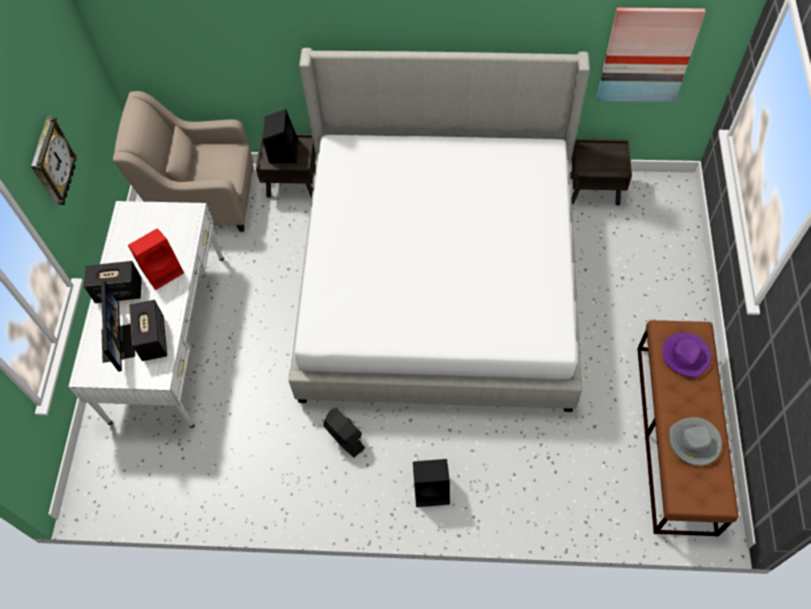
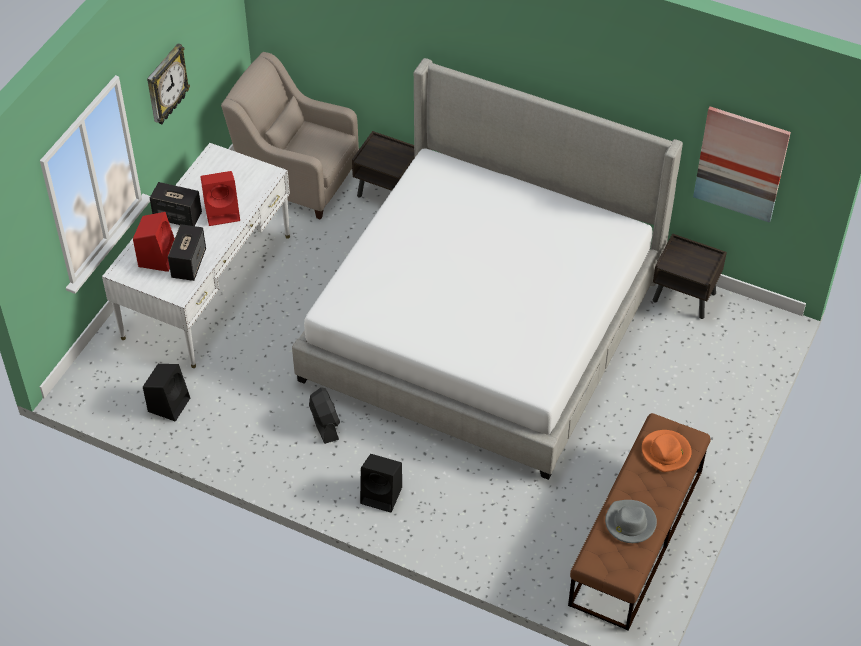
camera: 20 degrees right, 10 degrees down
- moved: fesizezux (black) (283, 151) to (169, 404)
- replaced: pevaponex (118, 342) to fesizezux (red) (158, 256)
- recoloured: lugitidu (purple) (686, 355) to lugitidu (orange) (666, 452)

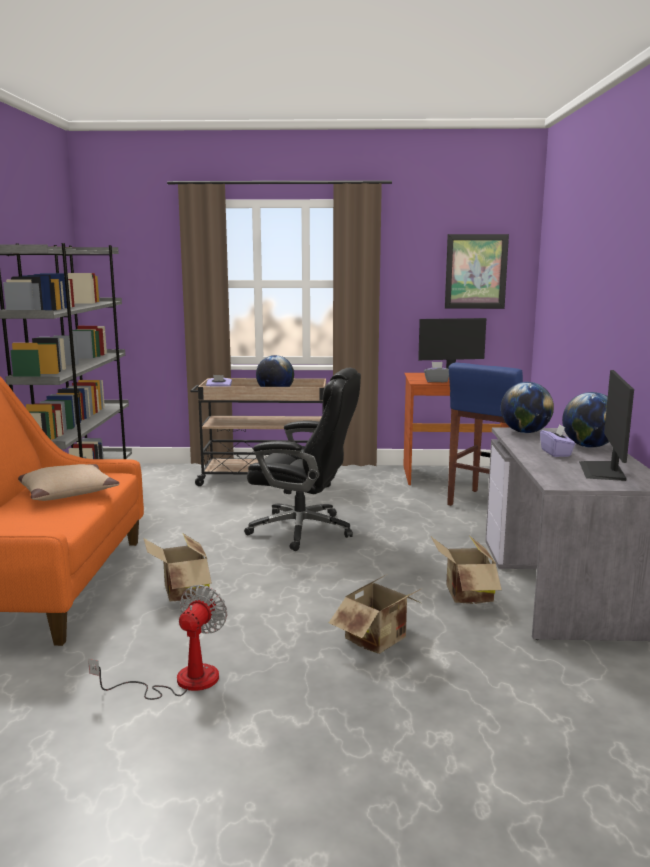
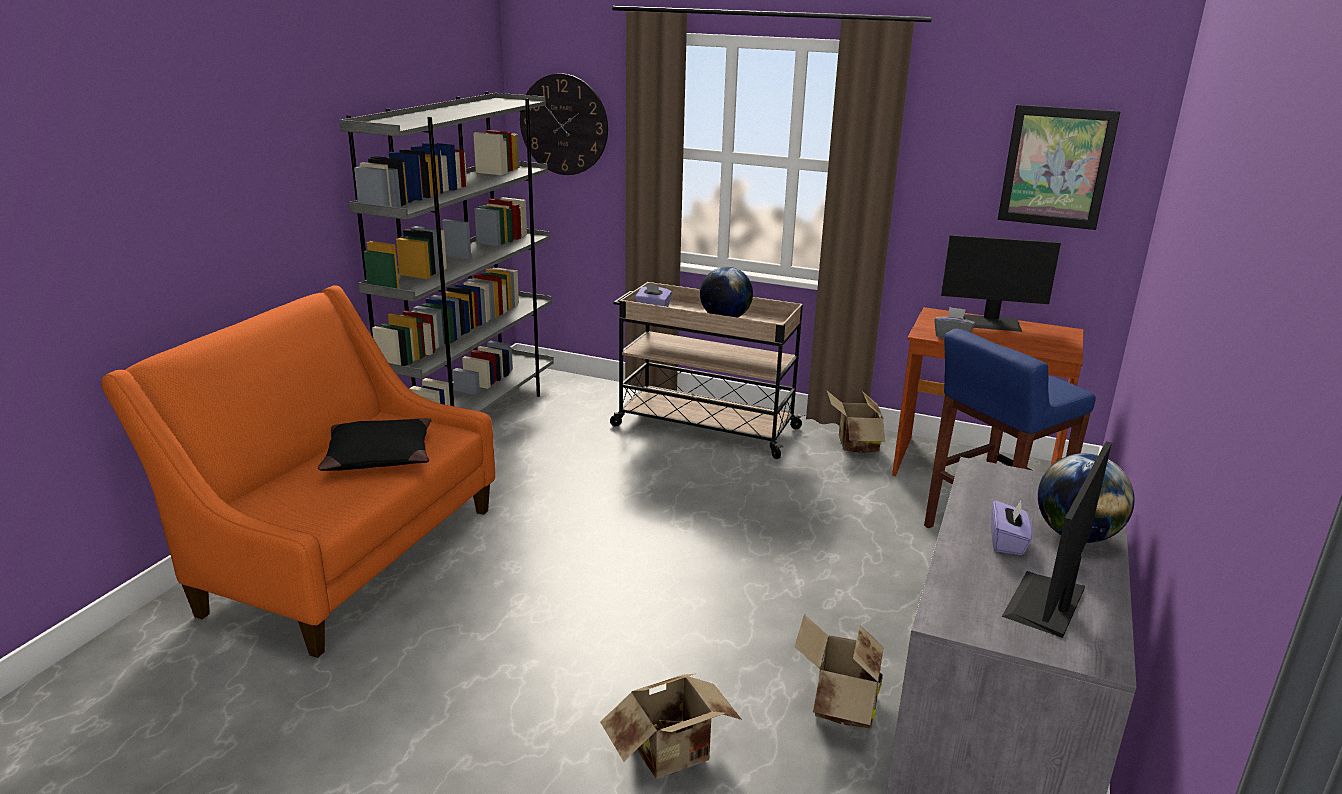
camera: 20 degrees right, 10 degrees up
- removed: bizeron (181, 681)
- removed: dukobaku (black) (303, 530)
- removed: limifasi (525, 432)
- added: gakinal (564, 125)
- moved: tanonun (182, 593) to (854, 445)
- recoloured: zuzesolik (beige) (68, 492) to zuzesolik (black) (379, 456)

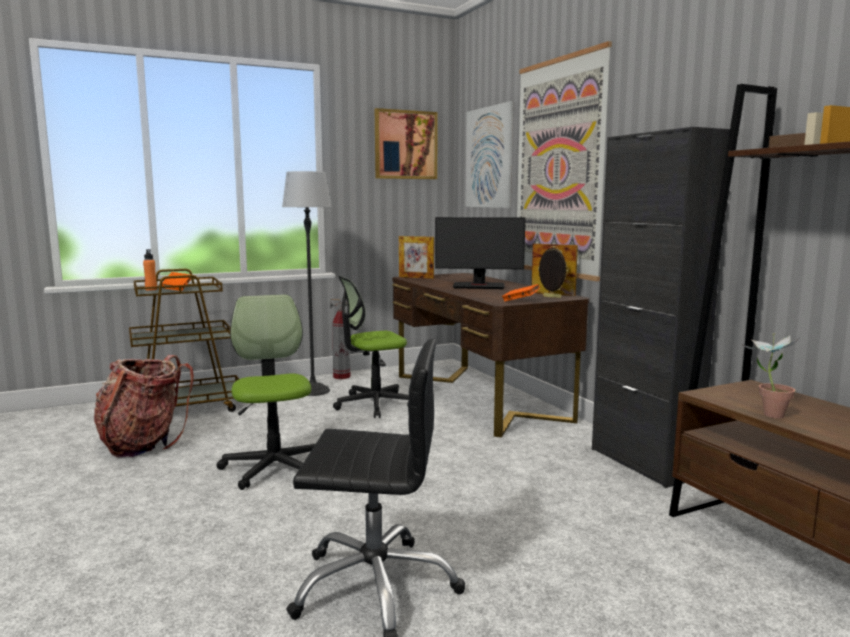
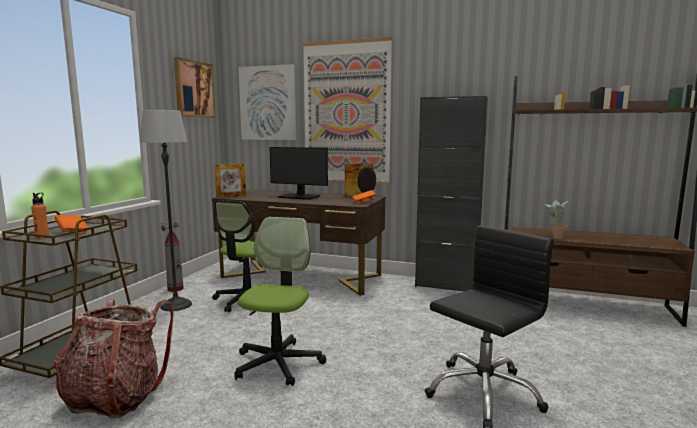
camera: 45 degrees left, 0 degrees up
- turned: dukobaku (274, 467) = (278, 363) 75 degrees clockwise
- turned: pevaponex (479, 286) = (299, 197) 60 degrees clockwise

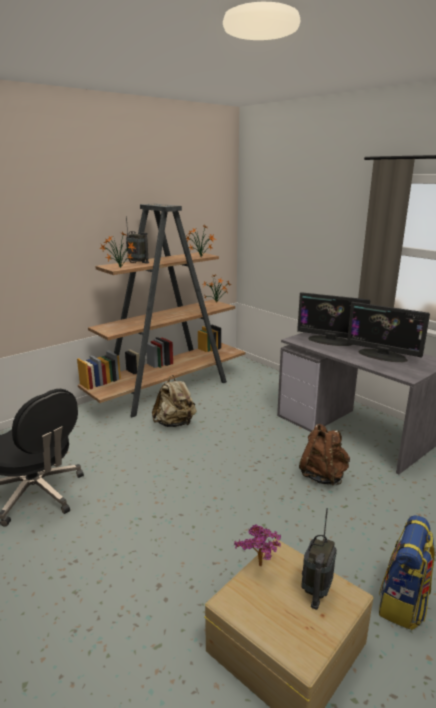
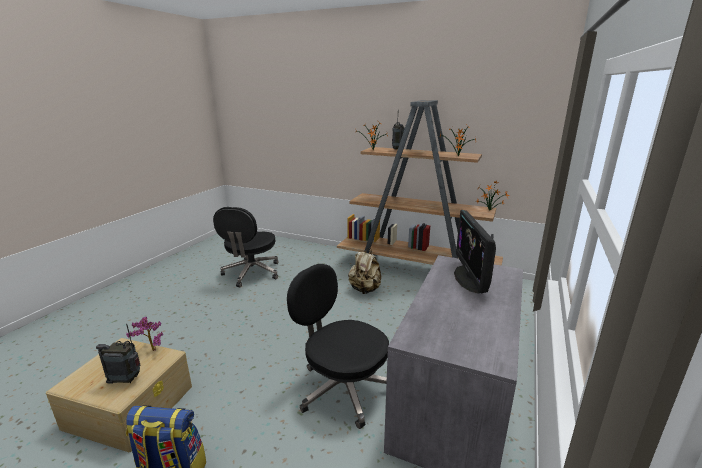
camera: 65 degrees right, 0 degrees up
- removed: pevaponex (382, 355)
- replaced: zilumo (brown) (323, 476) to dukobaku (black) (342, 388)

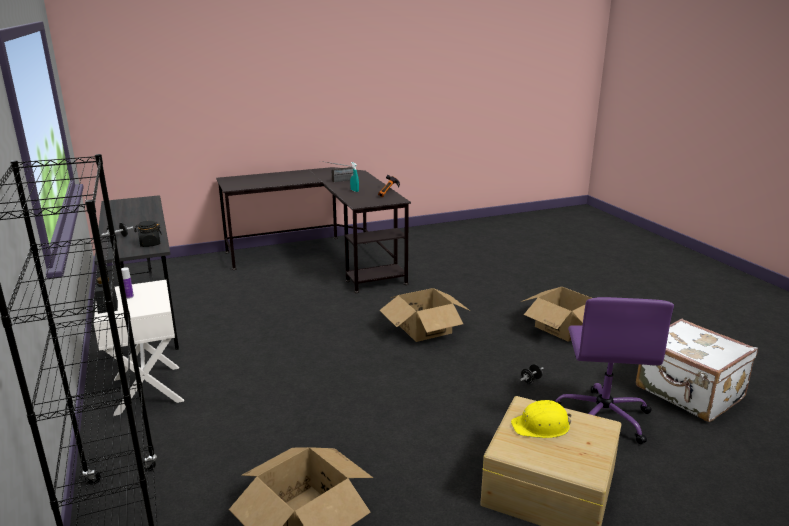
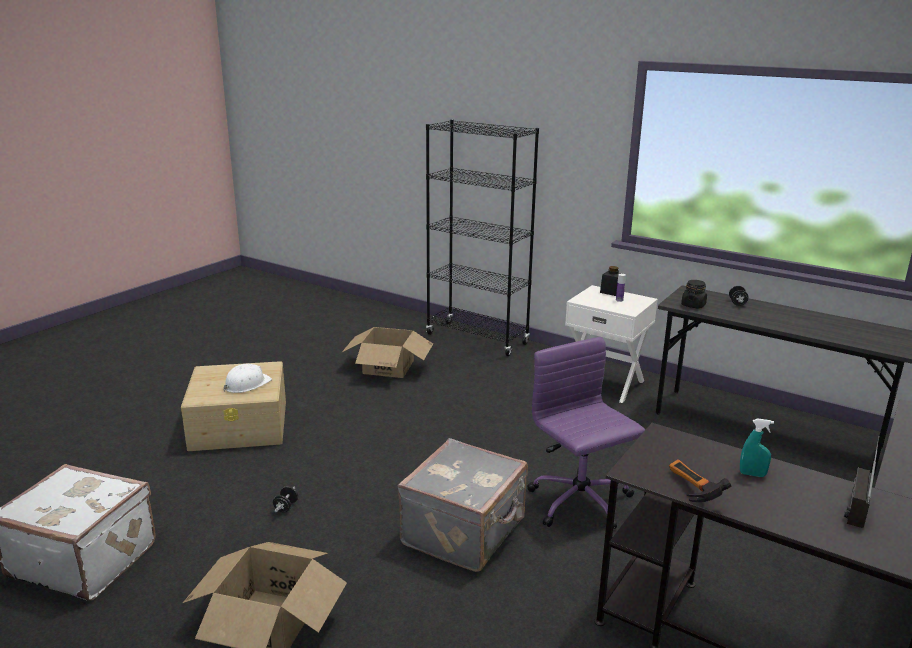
camera: 145 degrees right, 0 degrees up
- moved: dukobaku (purple) (602, 417) to (580, 503)
- replaced: tanonun (424, 328) to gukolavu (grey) (466, 532)
- recoloured: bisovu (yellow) (541, 426) to bisovu (white) (247, 384)

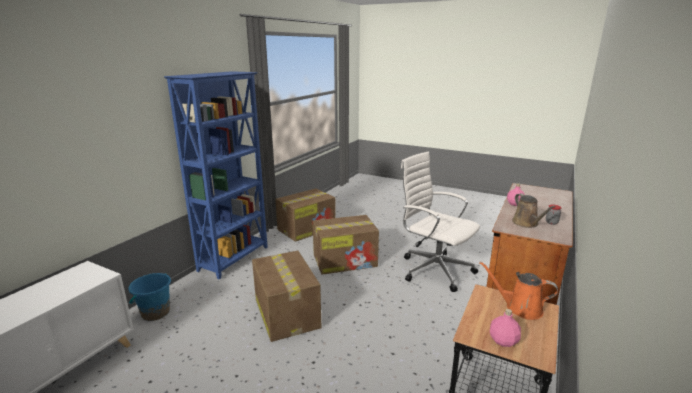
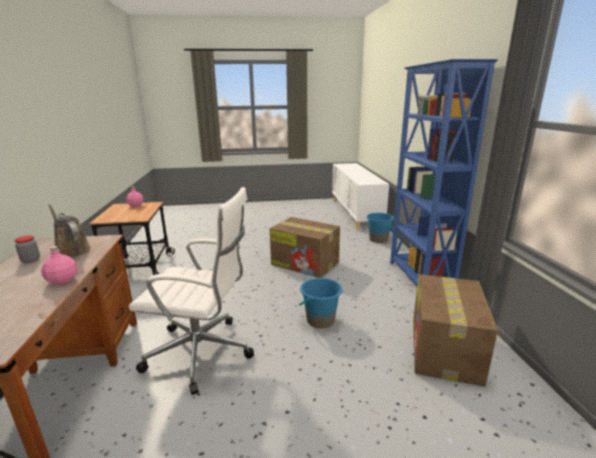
camera: 145 degrees right, 0 degrees up
- removed: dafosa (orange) (520, 308)
- replaced: tanonun (345, 260) to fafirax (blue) (320, 320)

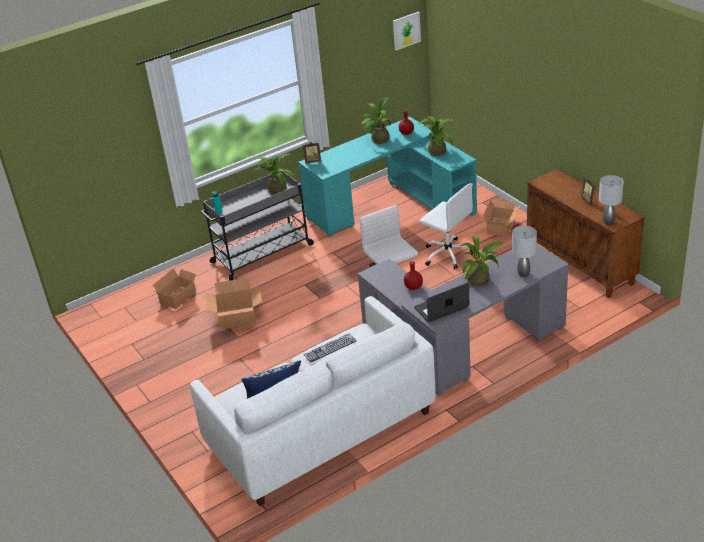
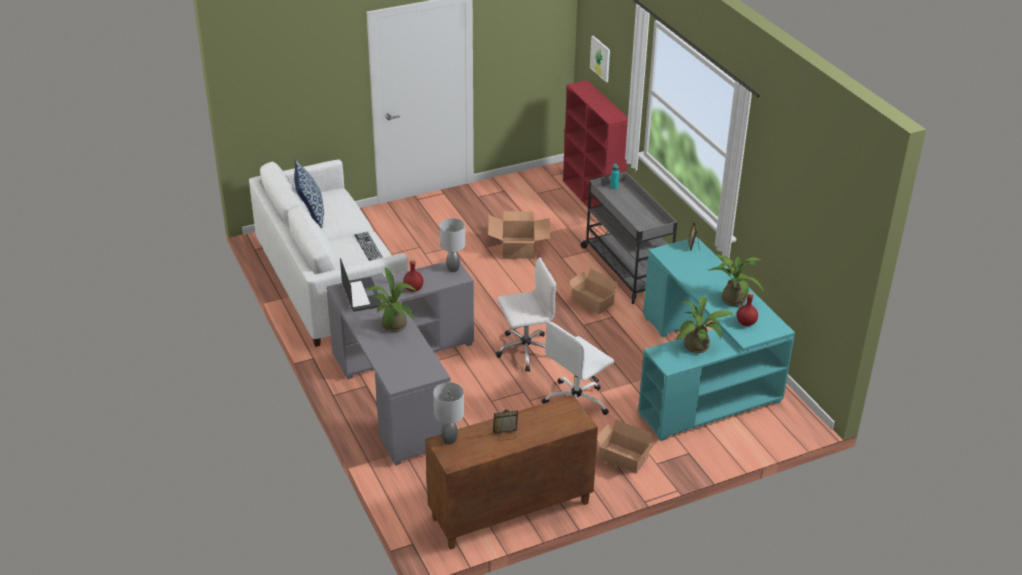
camera: 95 degrees right, 0 degrees up
- removed: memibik (276, 189)
- added: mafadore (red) (592, 199)
- moved: tanonun (179, 297) to (592, 303)
- moved: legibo (406, 30) to (600, 58)
- moved: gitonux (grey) (524, 274) to (452, 269)

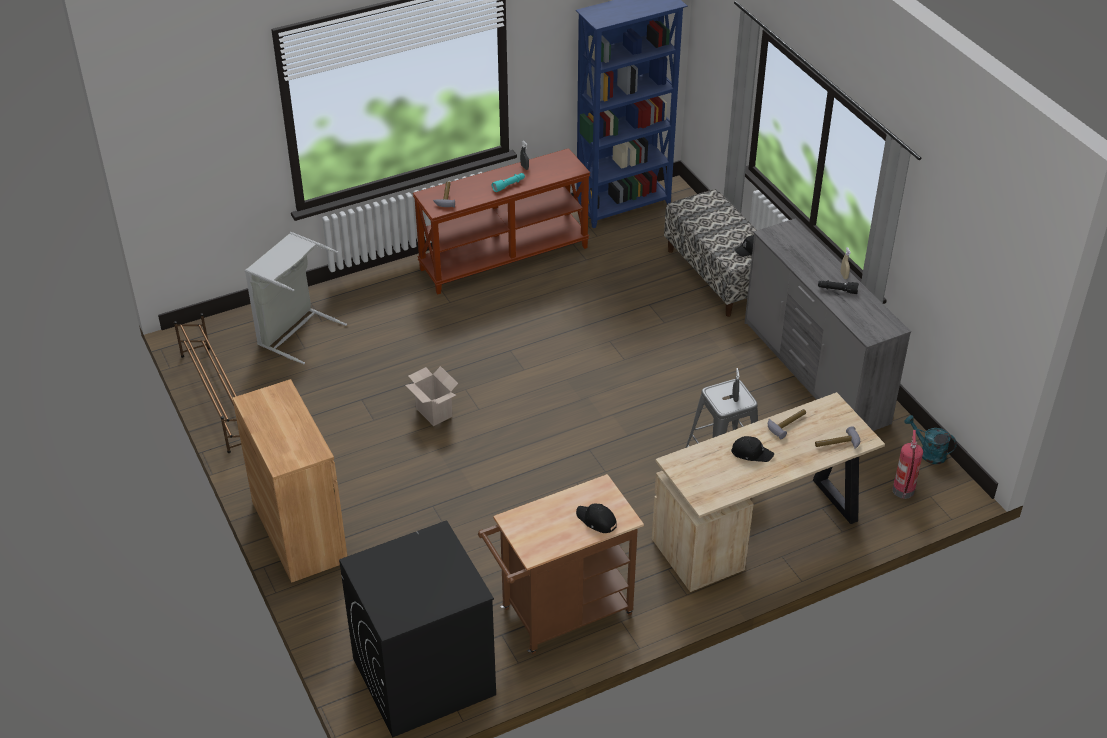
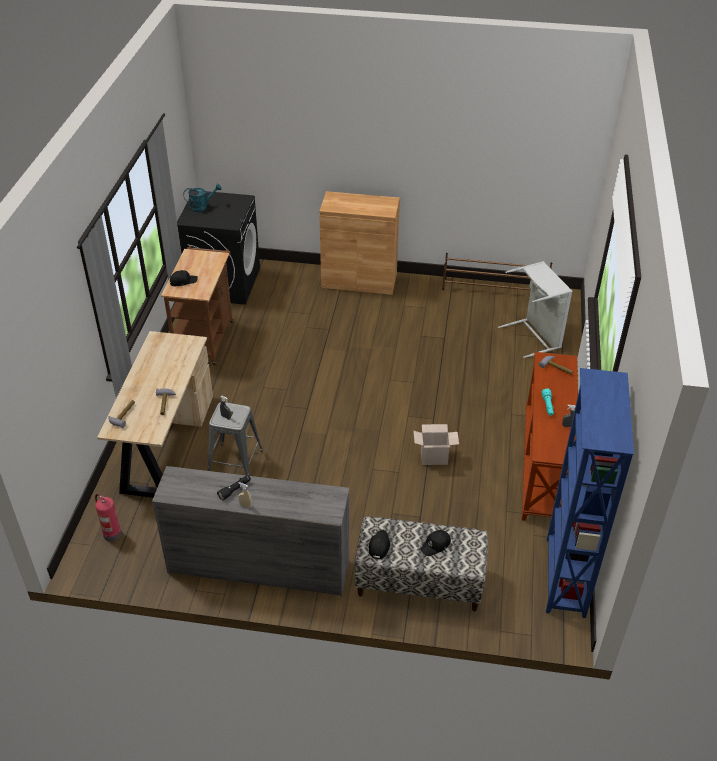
camera: 125 degrees right, 0 degrees up
- moved: tanonun (432, 412) to (434, 457)
- moved: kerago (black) (751, 453) to (436, 545)
- moved: dafosa (turquoise) (928, 452) to (202, 207)

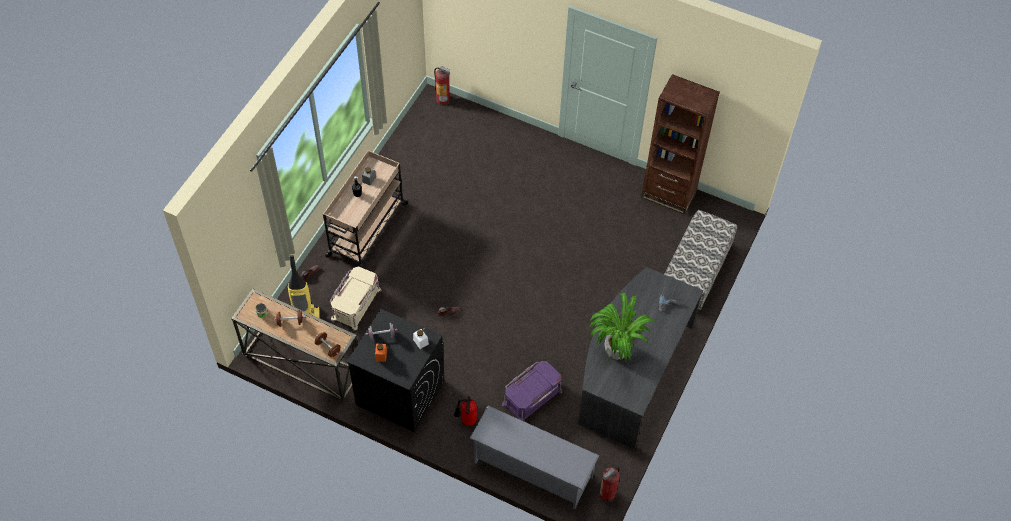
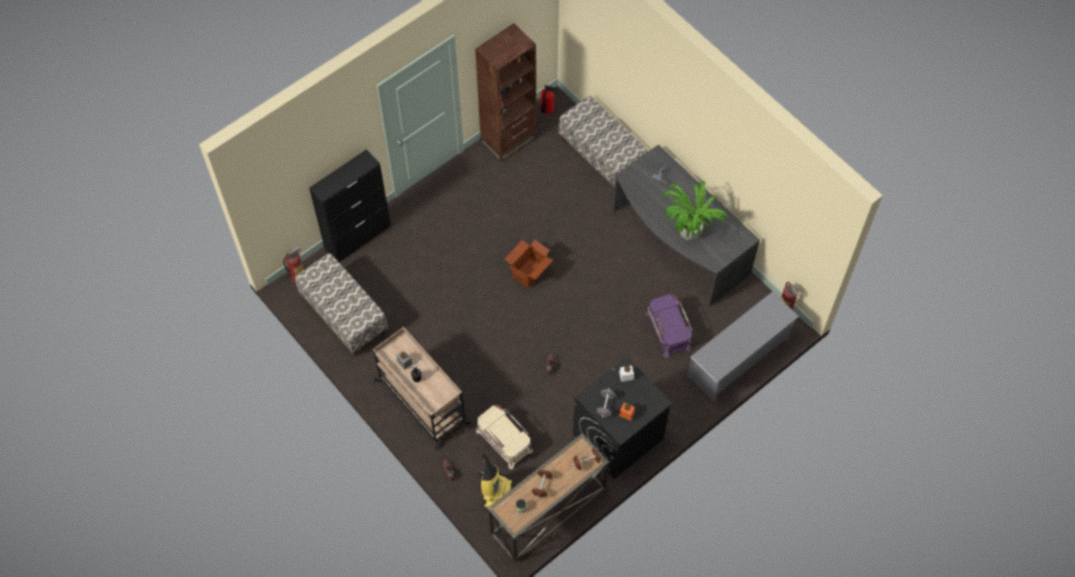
camera: 65 degrees left, 5 degrees up
- added: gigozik (344, 315)
- added: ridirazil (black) (358, 237)
- added: tanonun (528, 272)
- moved: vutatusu (466, 421) to (547, 112)

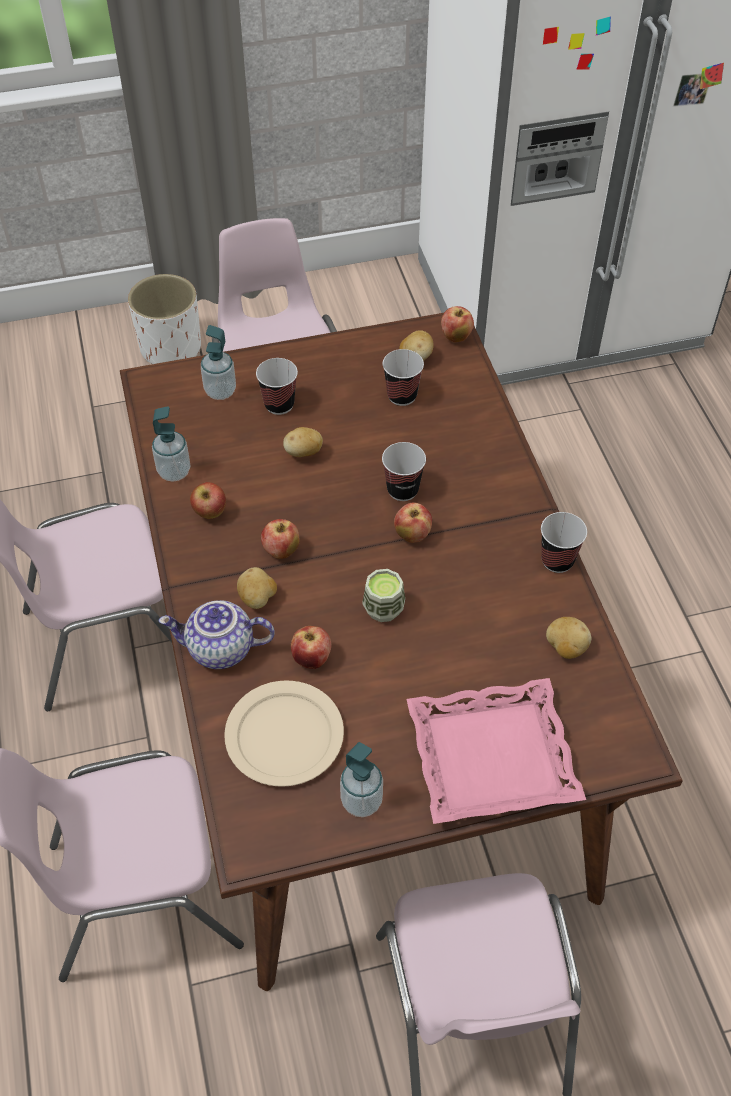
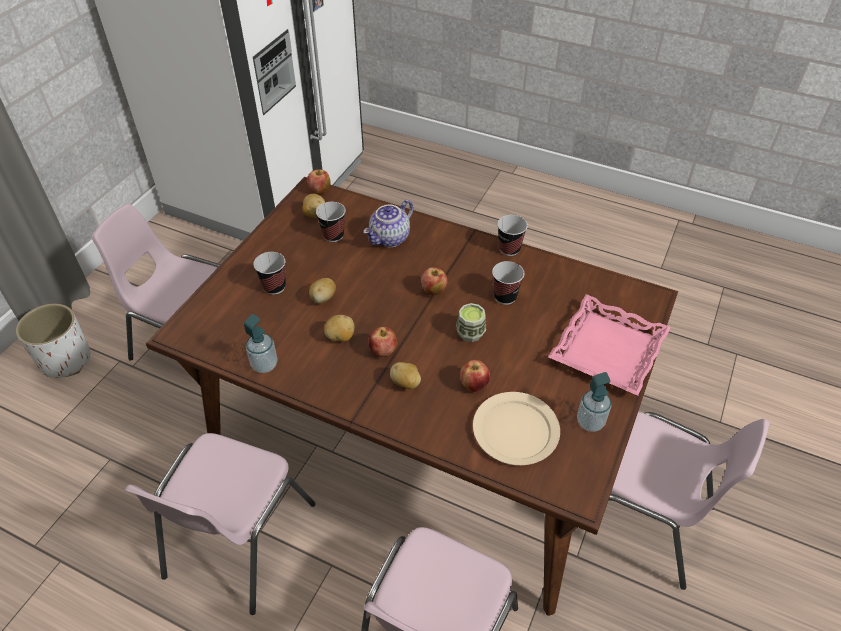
camera: 50 degrees left, 5 degrees down
- removed: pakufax (210, 513)
- removed: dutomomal (220, 391)
- moved: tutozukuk (220, 650) to (390, 239)
- moved: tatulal (402, 490) to (505, 297)
- moved: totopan (565, 647) to (340, 337)

